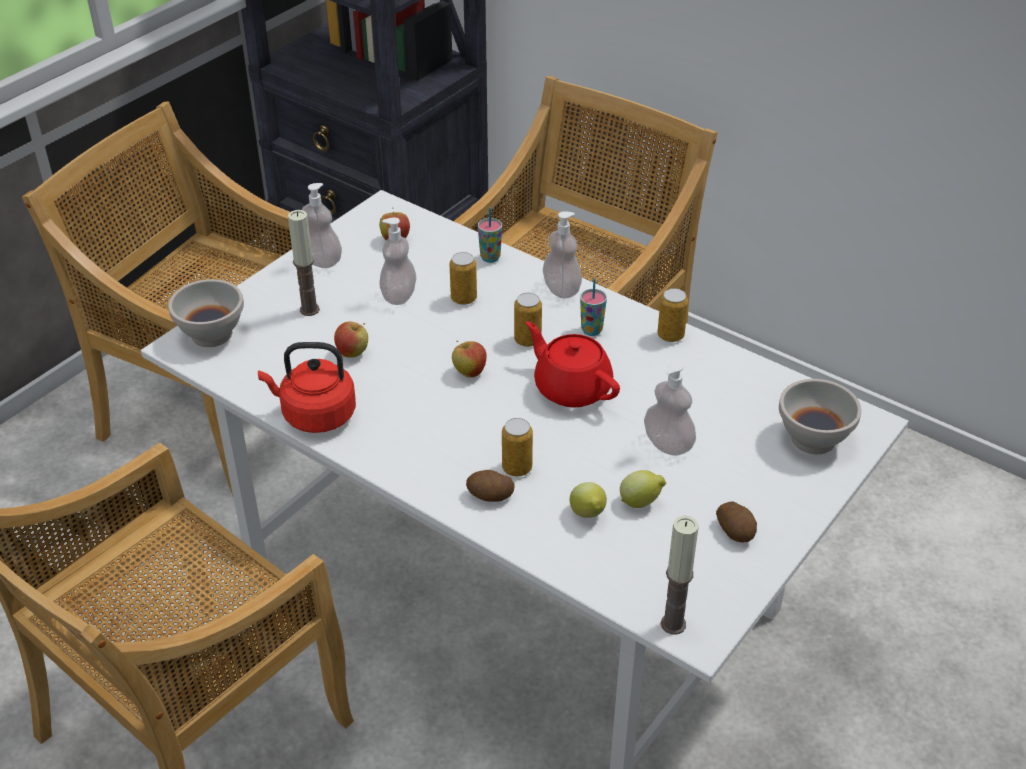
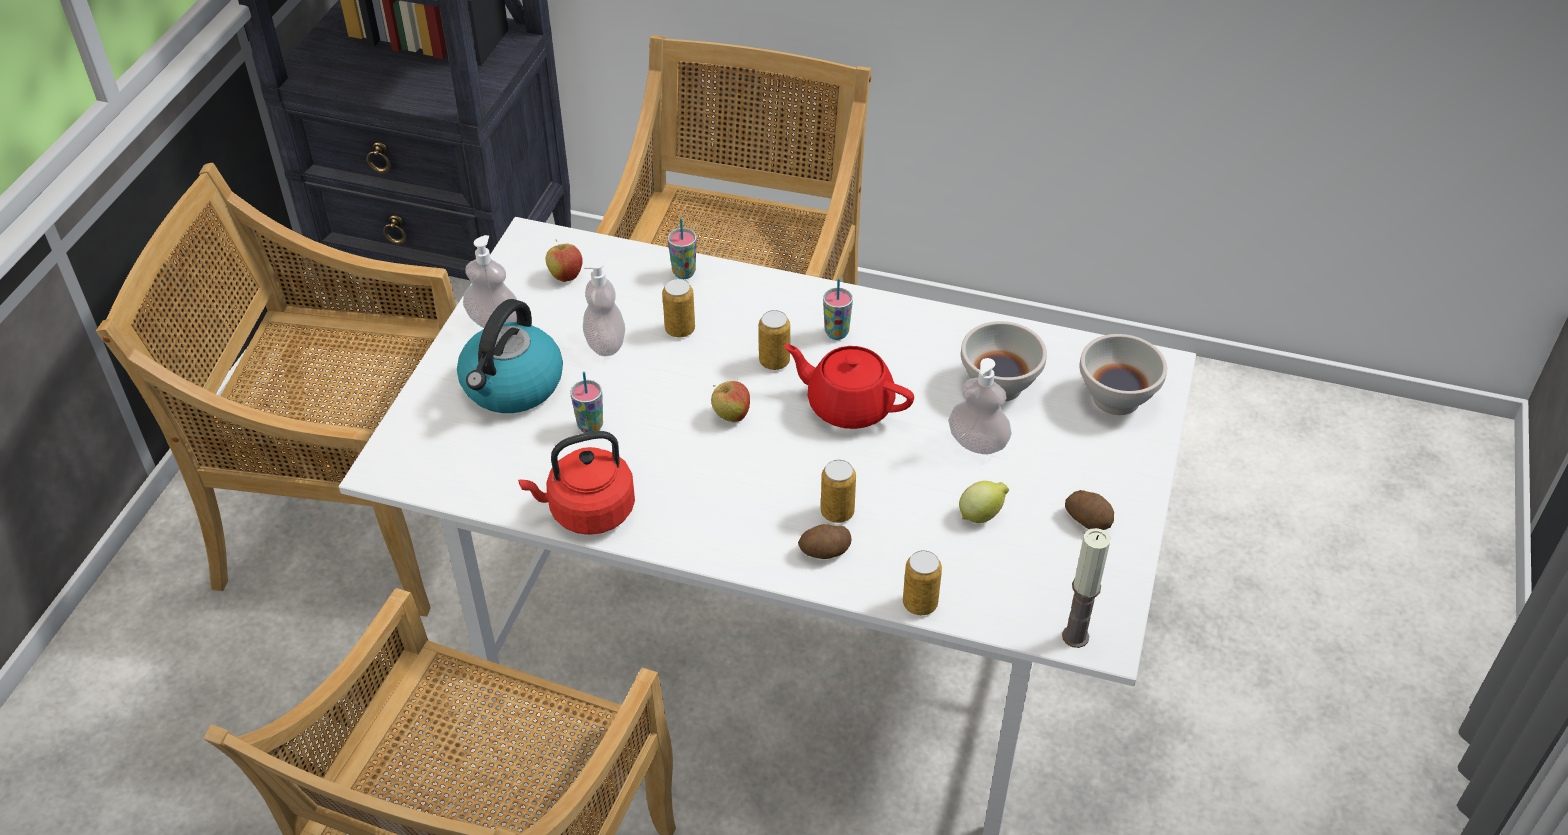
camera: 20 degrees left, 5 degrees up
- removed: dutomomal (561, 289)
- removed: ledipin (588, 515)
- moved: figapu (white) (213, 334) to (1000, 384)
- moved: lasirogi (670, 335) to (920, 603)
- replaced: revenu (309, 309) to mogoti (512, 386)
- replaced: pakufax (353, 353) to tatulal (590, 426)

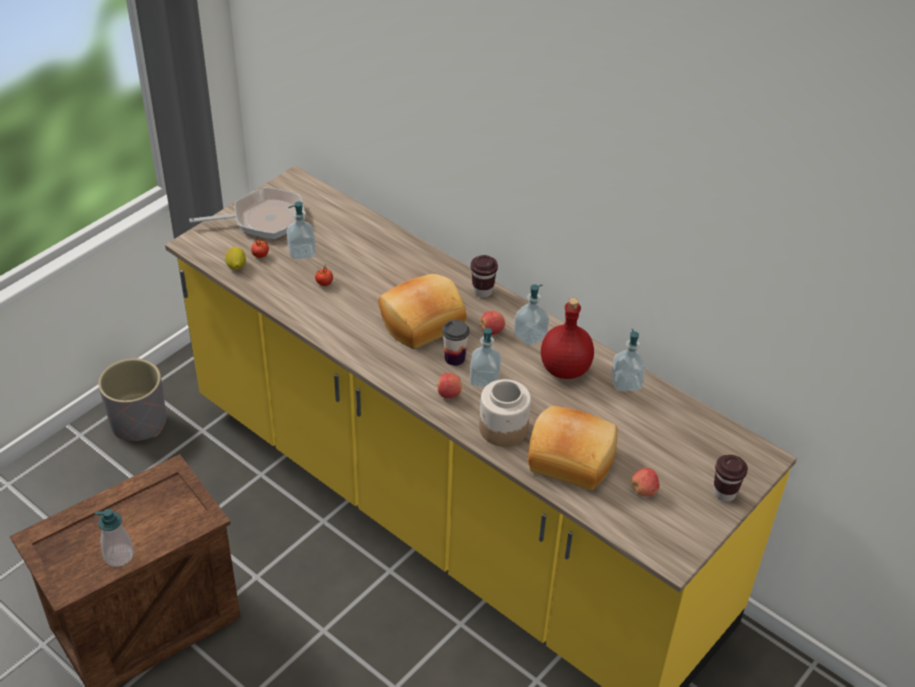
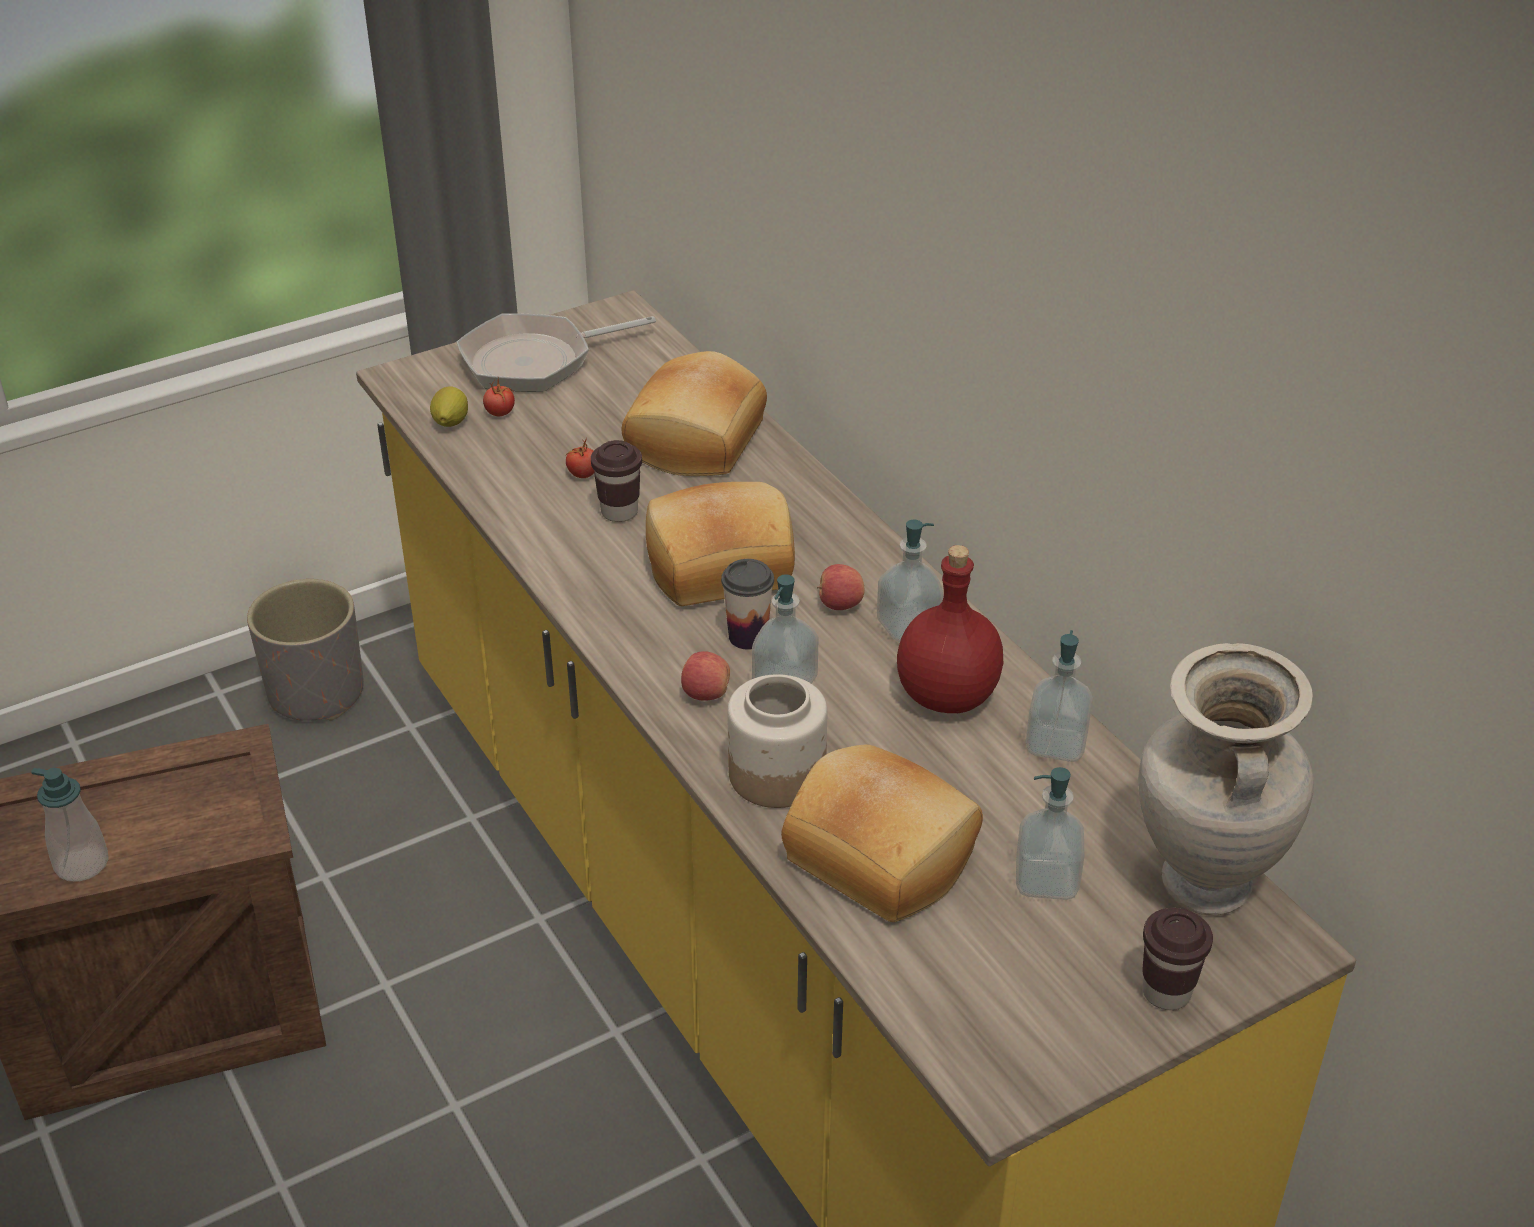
camera: 20 degrees right, 5 degrees down
- removed: pakufax (644, 490)
- added: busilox (699, 441)
- added: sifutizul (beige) (1202, 886)
- moved: dutomomal (302, 252) to (1046, 880)
- moved: tatulal (brown) (482, 291) to (619, 512)
- turned: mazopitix (263, 219) = (536, 361) 150 degrees clockwise

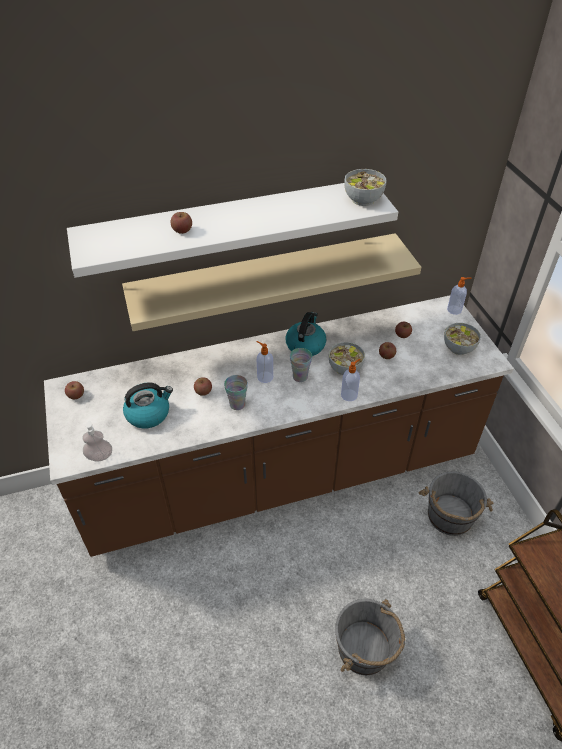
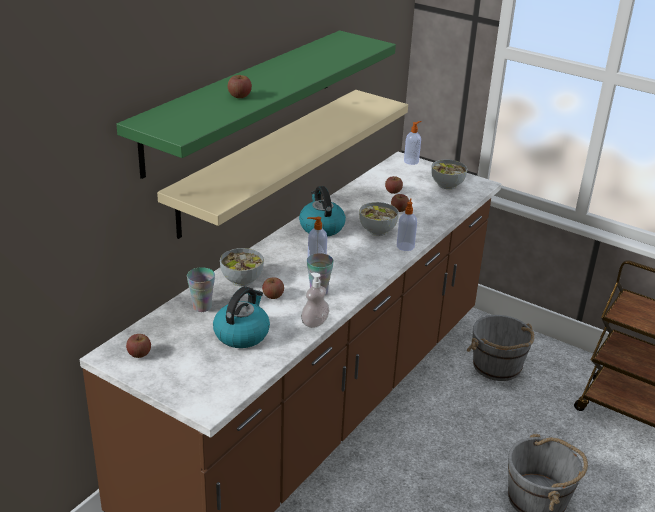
camera: 40 degrees left, 15 degrees down
- moved: dutomomal (99, 456) to (314, 323)
- moved: tatulal (300, 377) to (202, 307)
- moved: figapu (363, 200) to (242, 279)
- recoloured: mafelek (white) (228, 225) to mafelek (green) (243, 99)

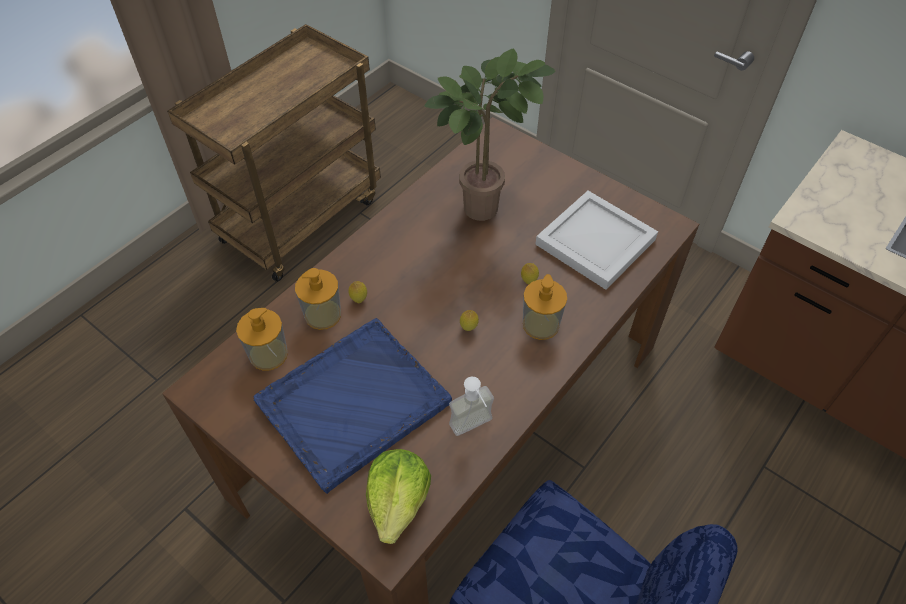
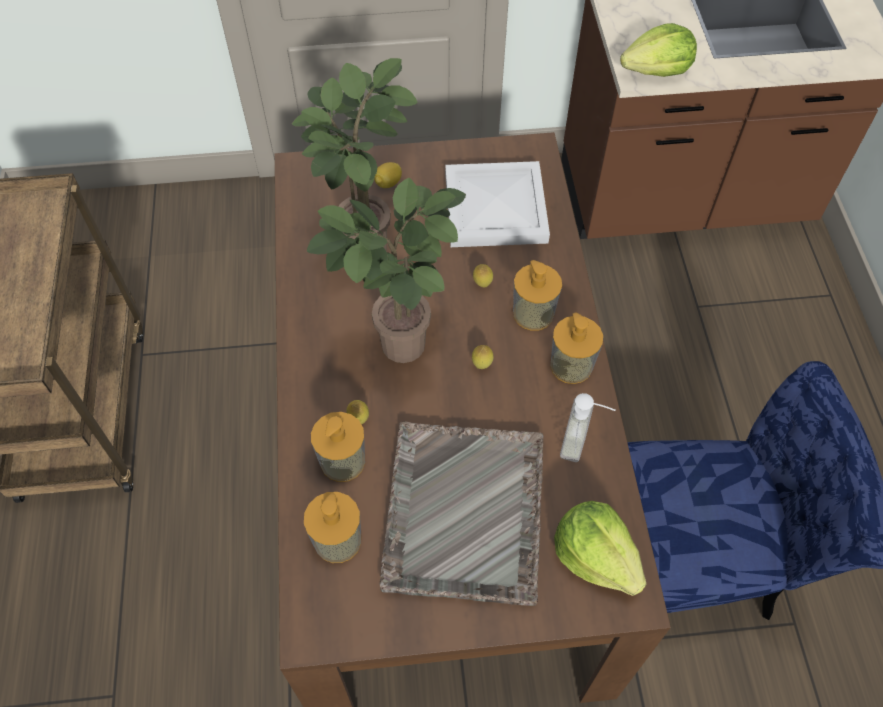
camera: 45 degrees left, 5 degrees up
- added: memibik (400, 351)
- added: ledipin (388, 183)
- added: dutomomal (571, 365)
- added: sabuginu (657, 70)
- recoloured: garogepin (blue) (351, 403) to garogepin (grey) (464, 514)

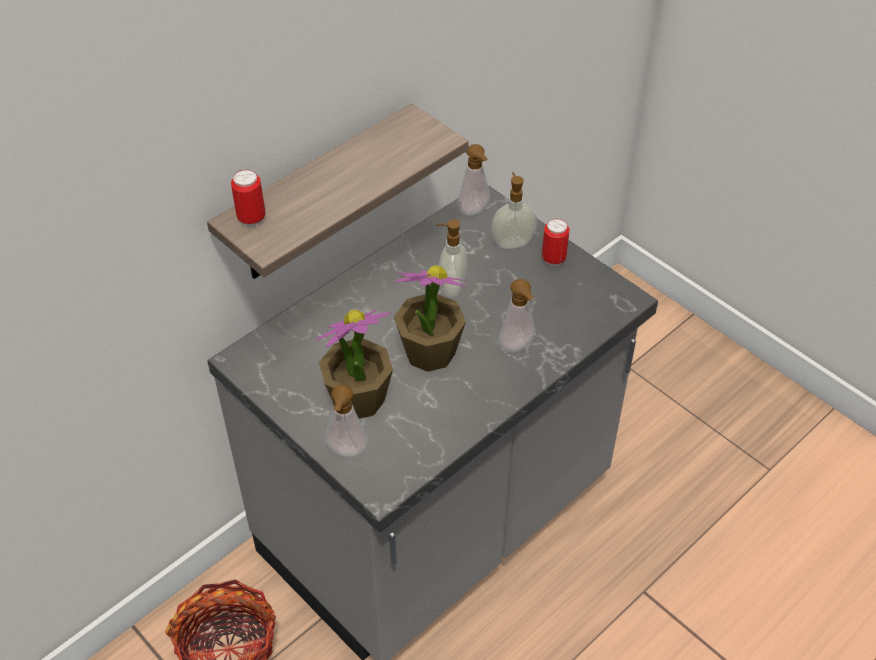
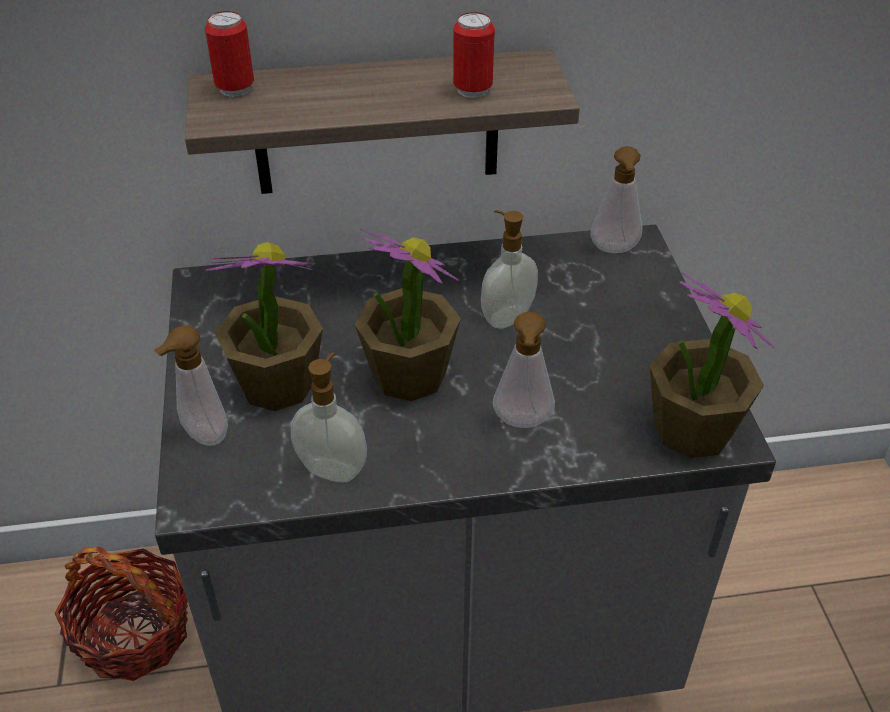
camera: 35 degrees right, 5 degrees down
- added: memibik (691, 429)
- moved: dutomomal (512, 242) to (333, 468)
- moved: lasirogi (553, 259) to (472, 90)

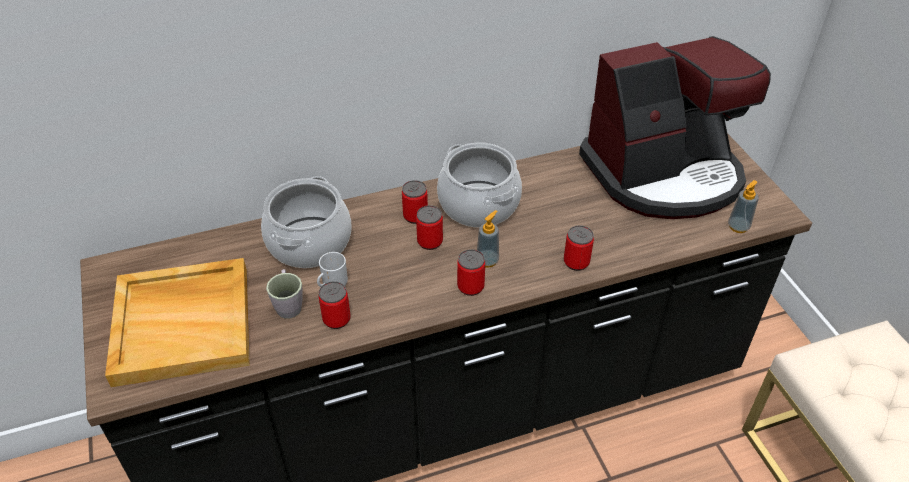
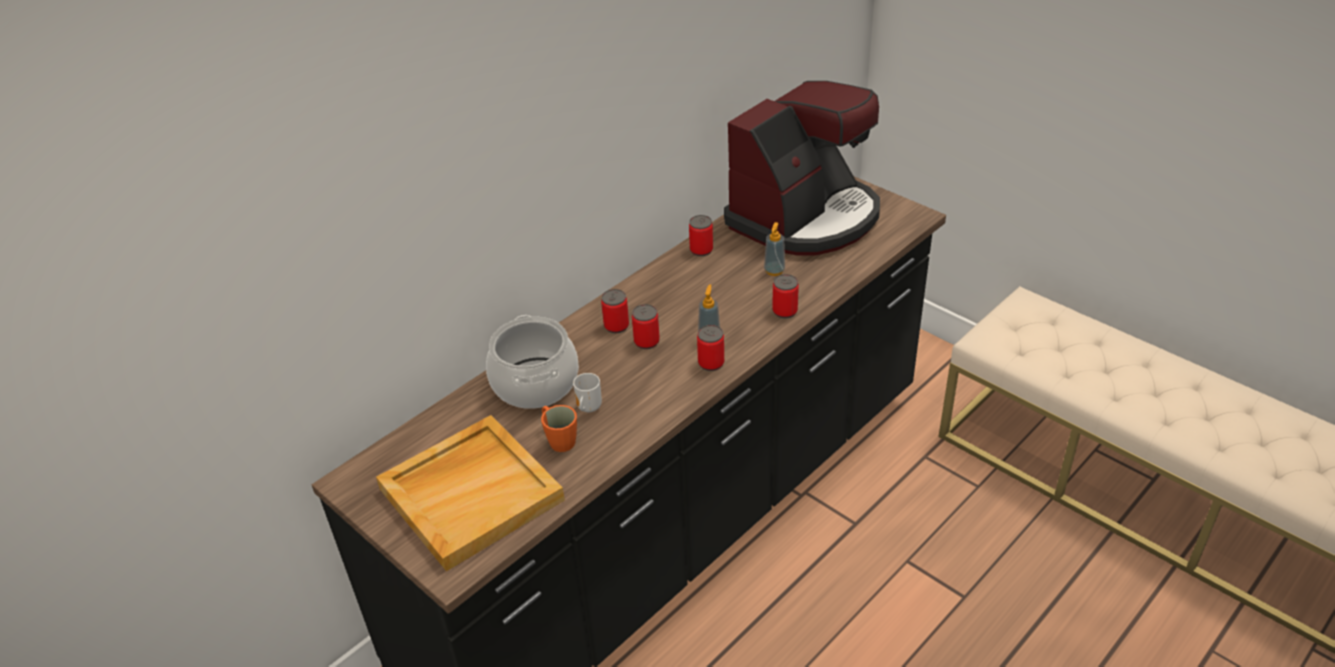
camera: 25 degrees left, 5 degrees down
- removed: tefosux (478, 204)
- moved: lasirogi (336, 319) to (701, 250)
- moved: dutomomal (738, 227) to (774, 270)
- recoloured: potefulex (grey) (288, 304) to potefulex (orange) (559, 439)

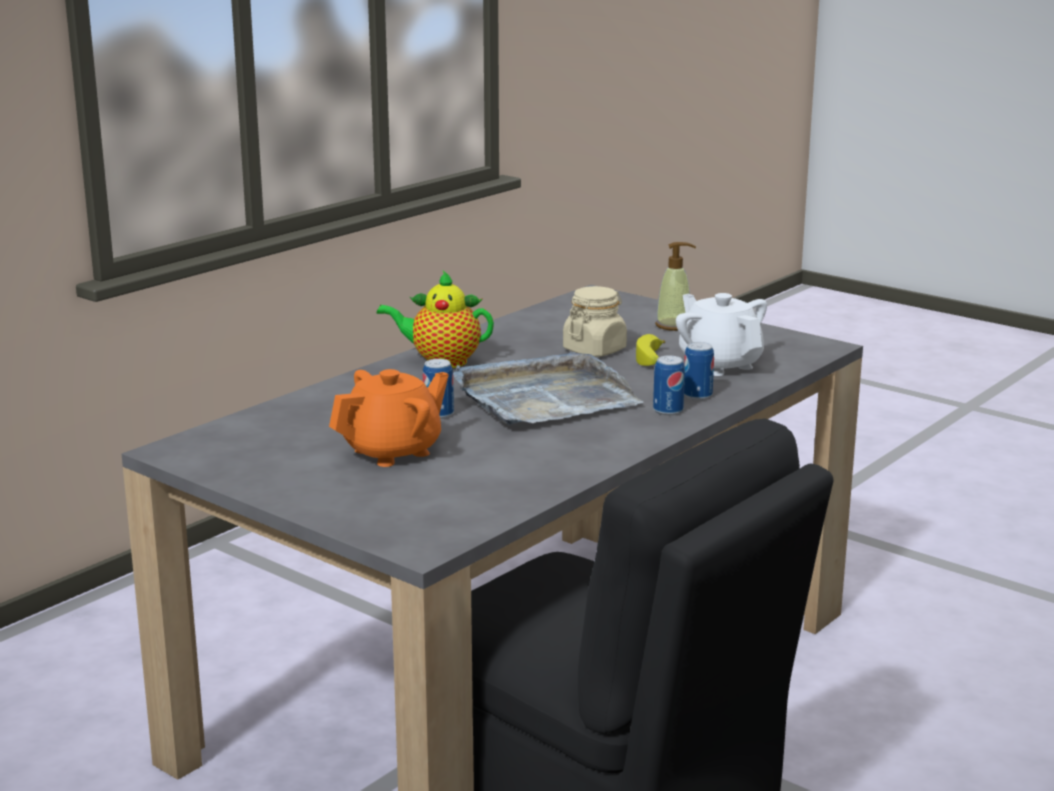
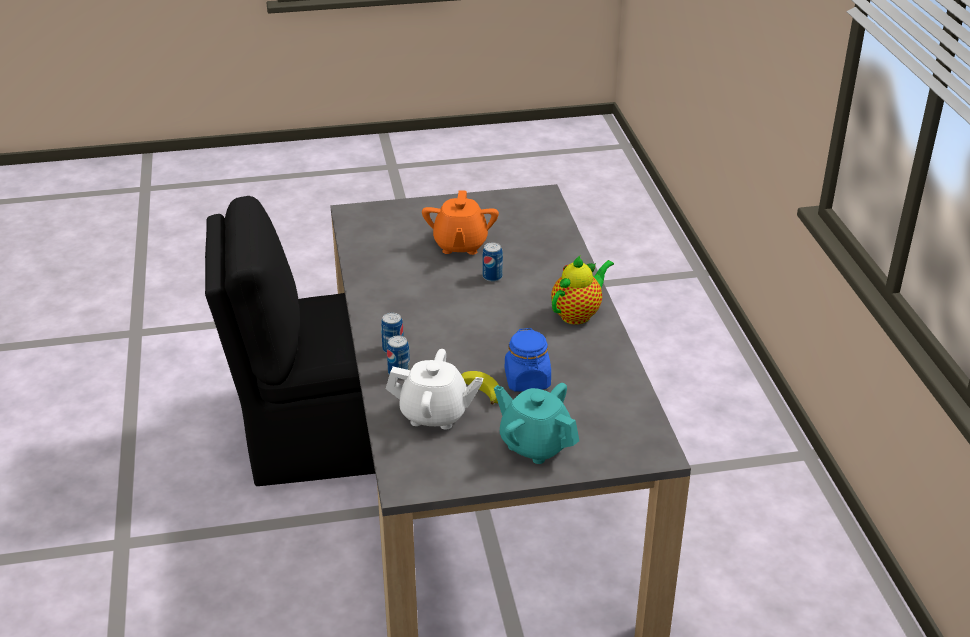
camera: 130 degrees right, 15 degrees up
- removed: garogepin (grey) (544, 398)
- replaced: dutomomal (673, 325) to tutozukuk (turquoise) (535, 444)
- recoloured: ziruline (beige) (594, 350) to ziruline (blue) (527, 380)

